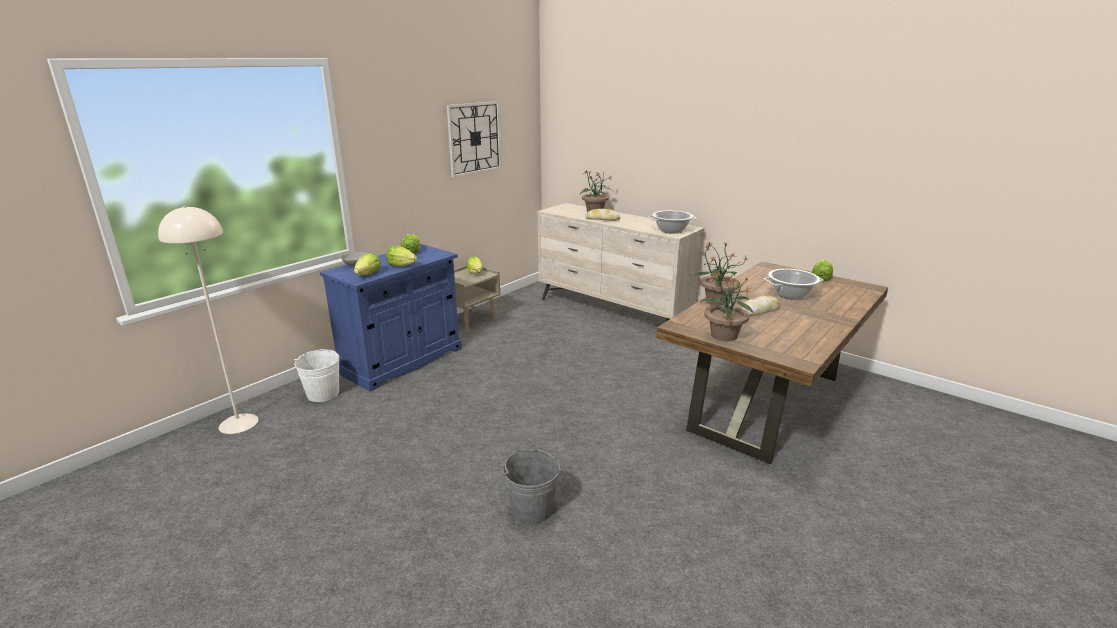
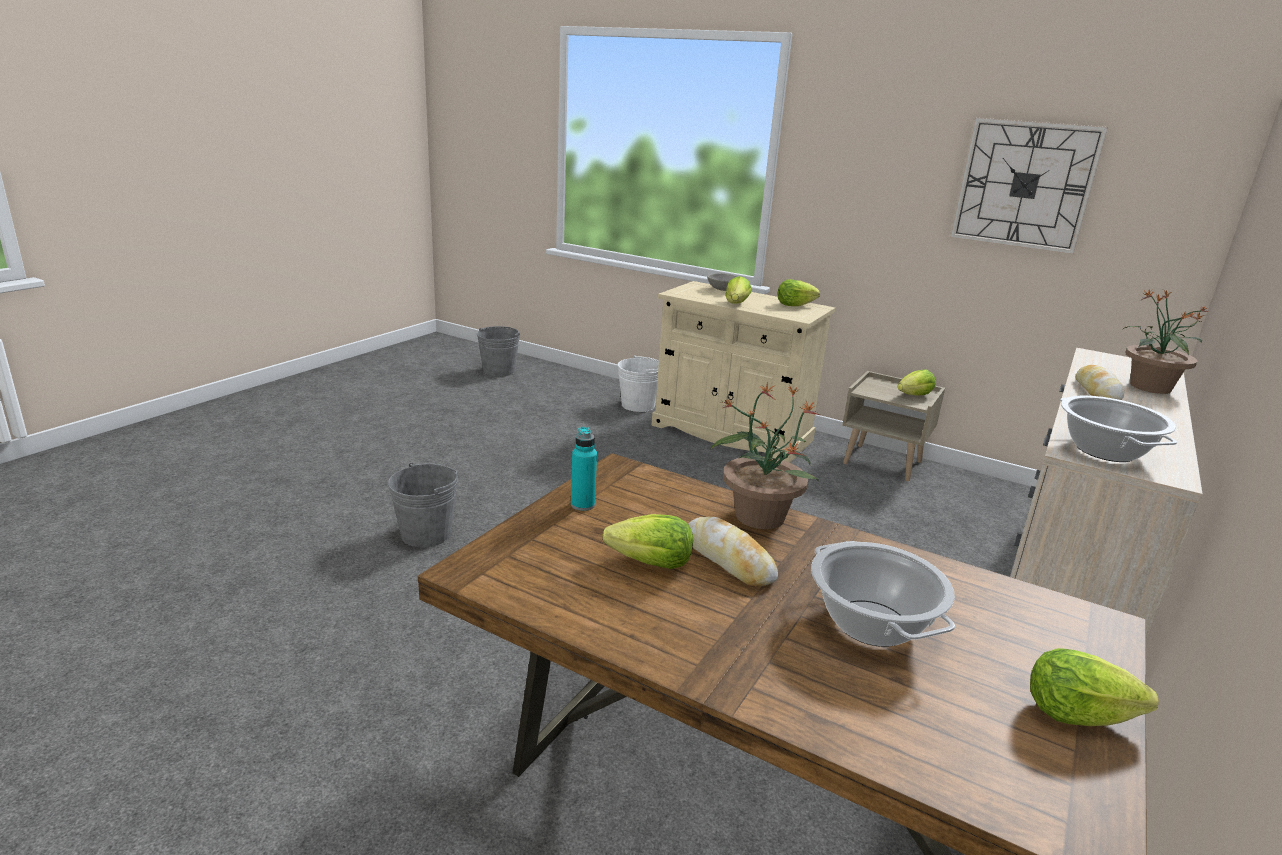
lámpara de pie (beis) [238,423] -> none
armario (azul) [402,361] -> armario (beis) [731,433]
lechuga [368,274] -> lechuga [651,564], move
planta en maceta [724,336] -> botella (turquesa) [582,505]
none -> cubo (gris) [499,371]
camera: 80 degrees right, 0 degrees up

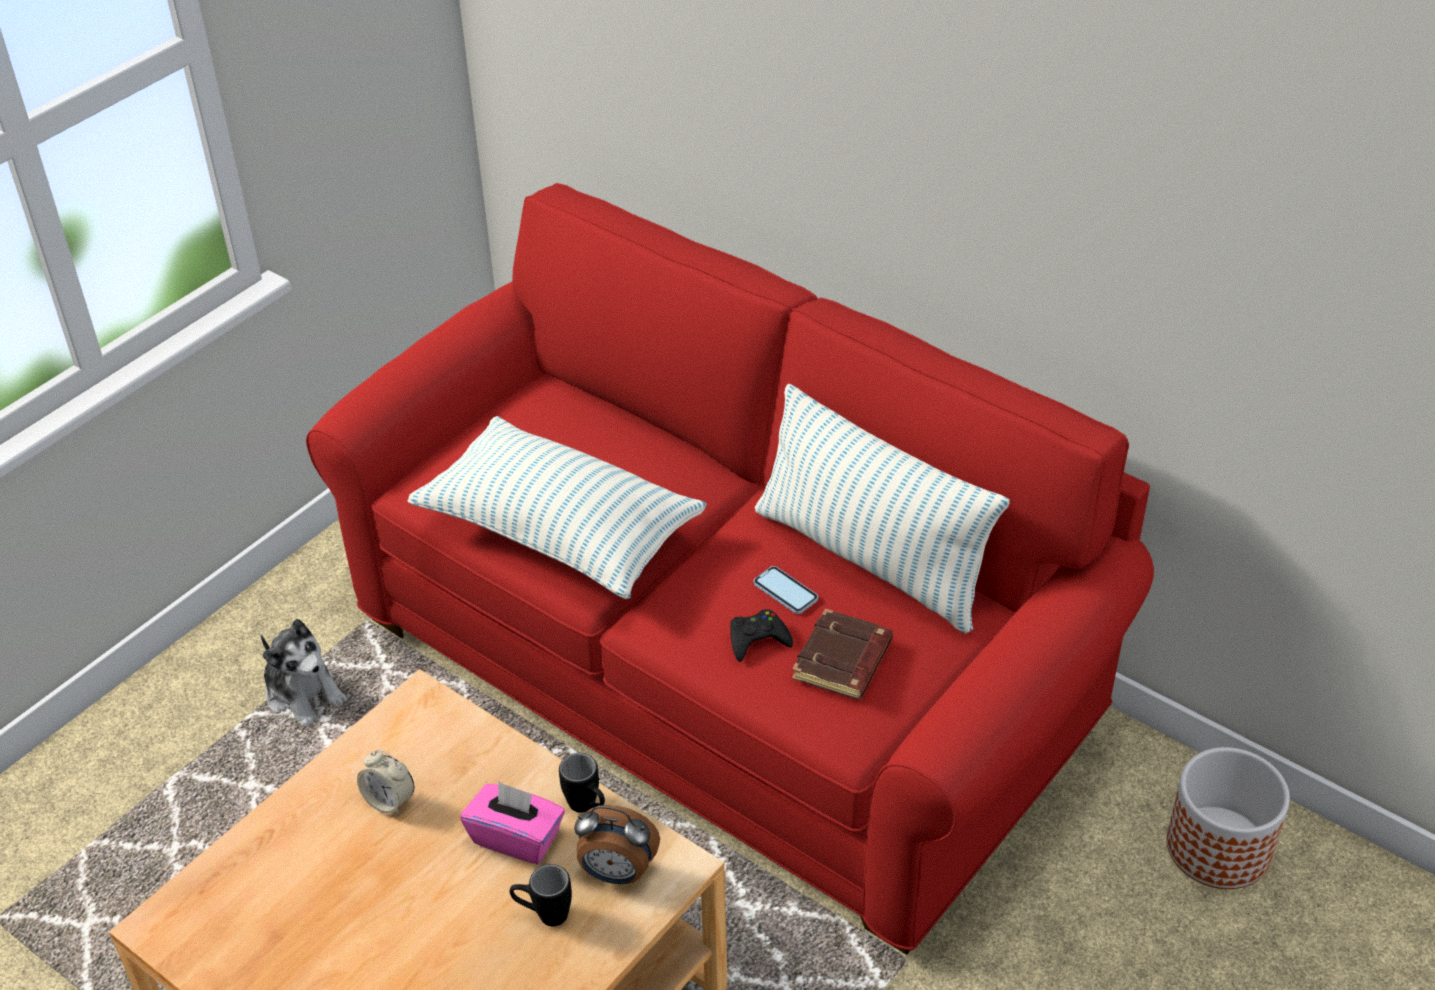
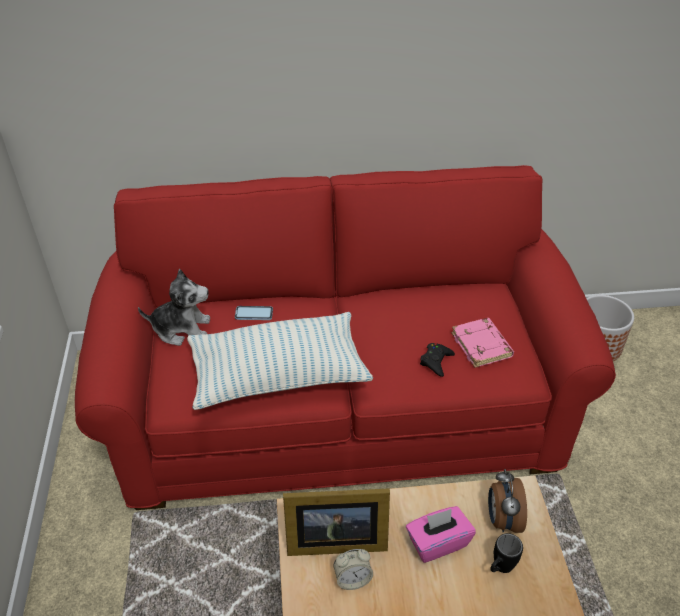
peluche [304,694] -> peluche [182,329], move
taza grande (negro) [587,807] -> none
despertador [617,873] -> despertador [502,519], 120 degrees clockwise
móvil [785,591] -> móvil [254,314], move
cojín [871,559] -> none
libro (marrón) [843,662] -> libro (rosa) [482,346]
none -> portarretratos [333,540]
camera: 45 degrees left, 0 degrees up

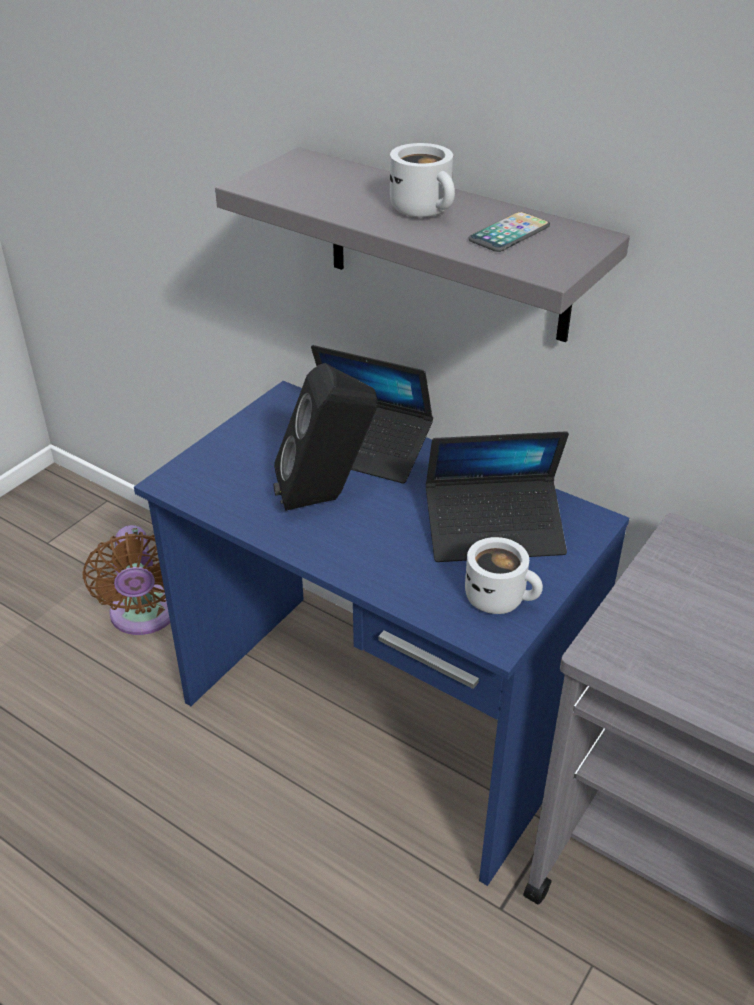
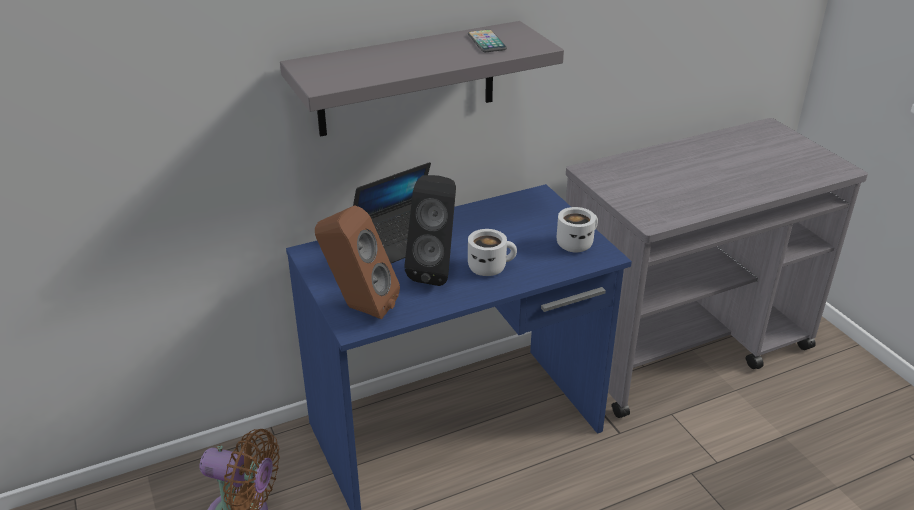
taza grande (blanco) [426,210] -> taza grande (blanco) [490,267], move
portátil [494,531] -> none
none -> altavoz (marrón) [358,308]
camera: 60 degrees left, 5 degrees down

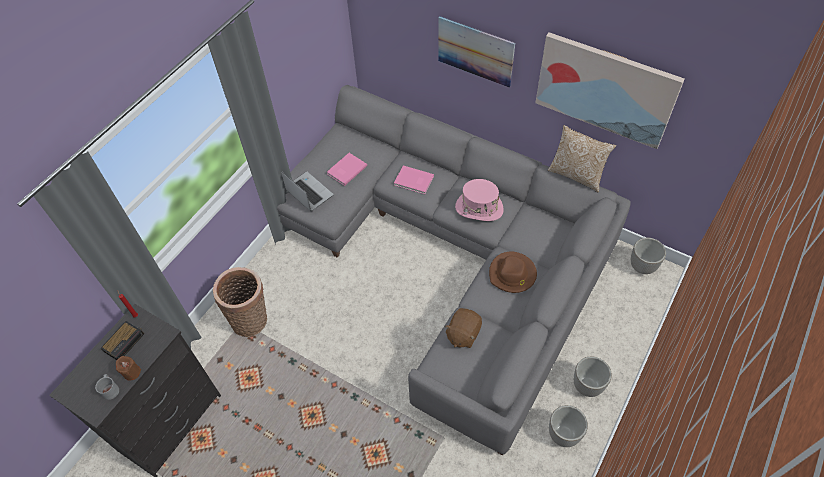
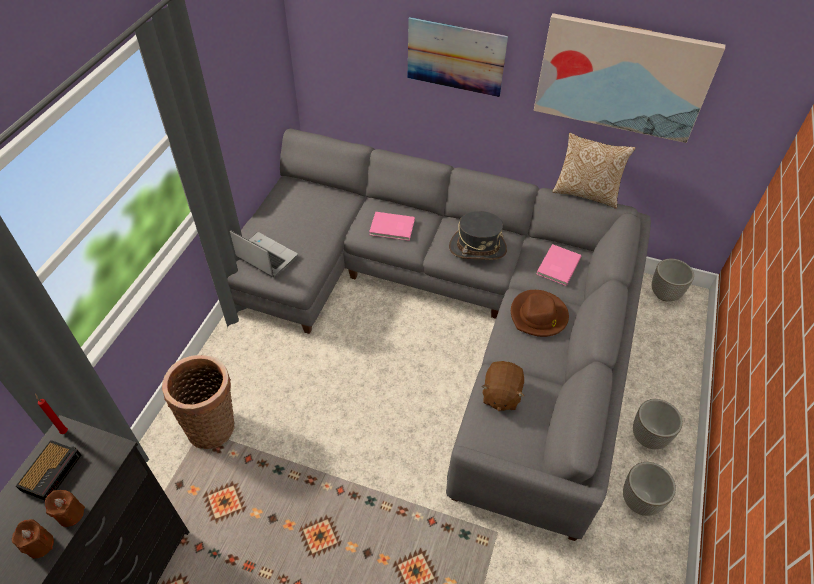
taza grande (gris) [110,389] -> vela (marrón) [40,545]
libro (rosa) [346,170] -> libro (rosa) [557,266], move
sombrero (rosa) [479,208] -> sombrero (gris) [477,248]
camera: 15 degrees left, 5 degrees down

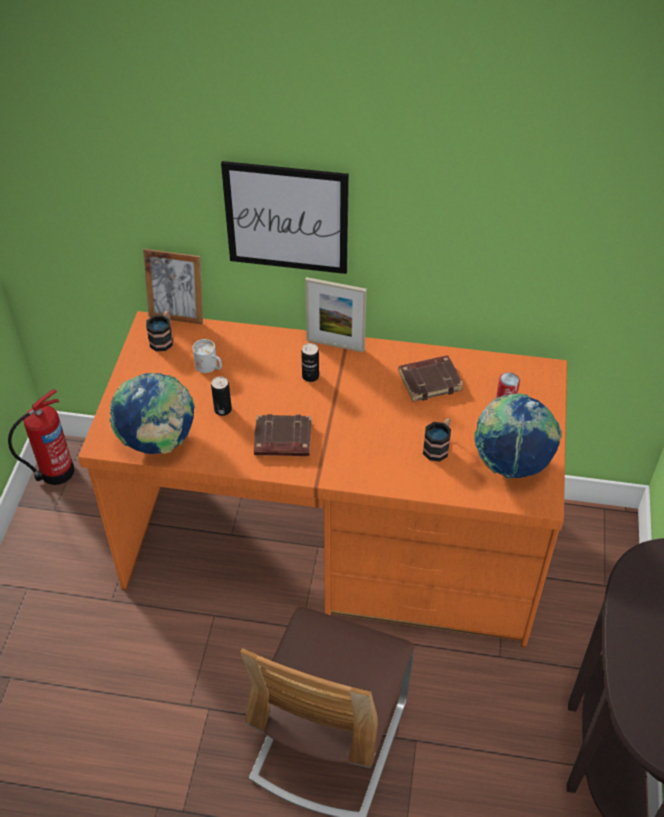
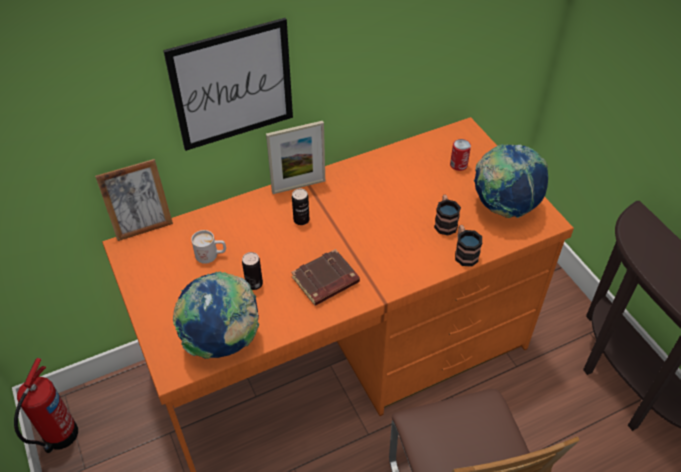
taza grande [163,339] -> taza grande [464,253], move
libro (marrón) [430,381] -> none
camera: 35 degrees left, 0 degrees up

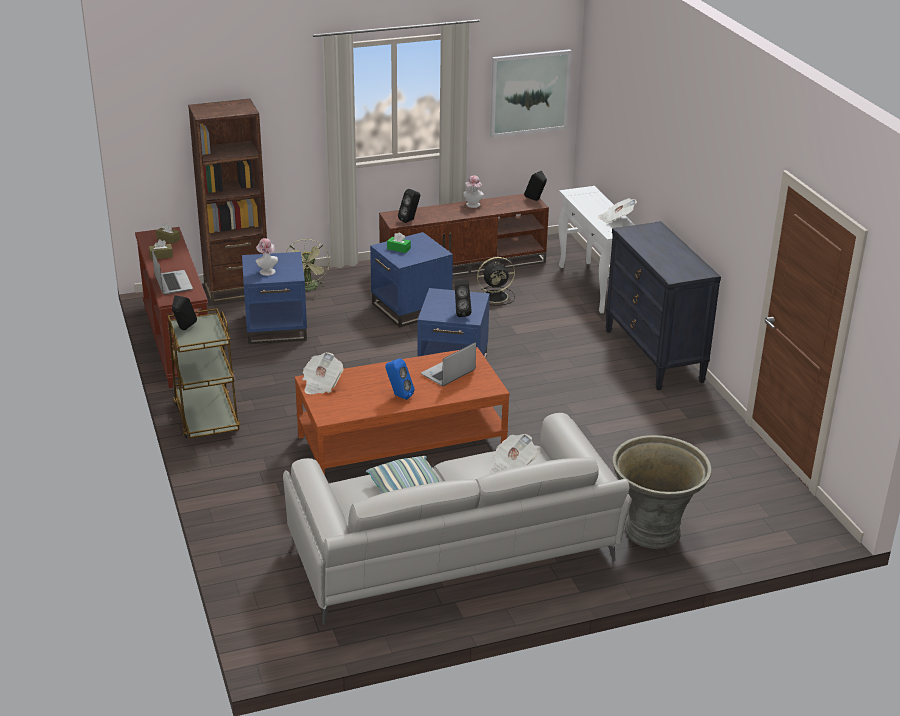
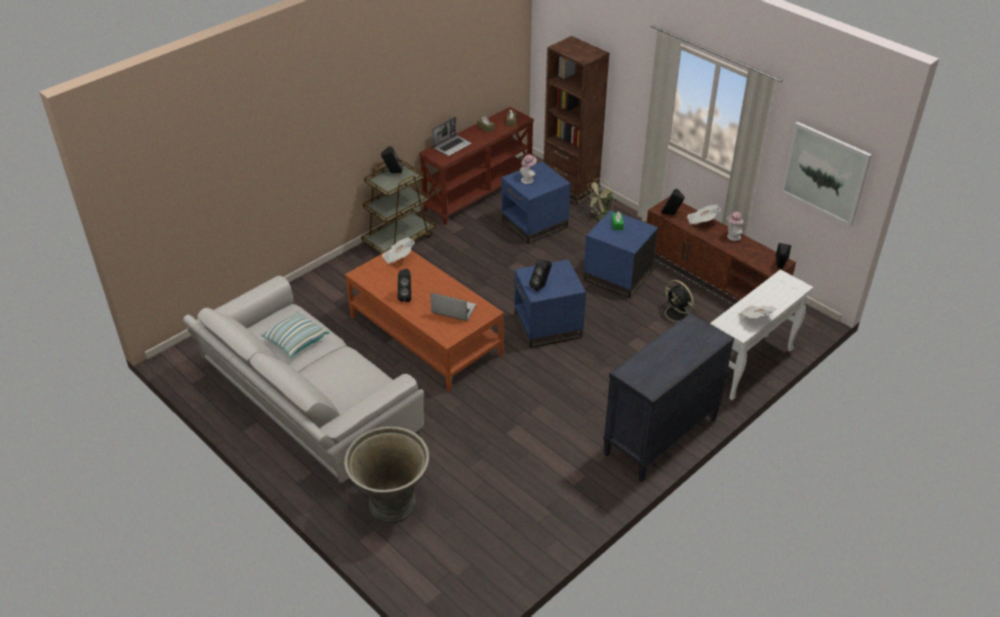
altavoz (azul) [398,396] -> altavoz (negro) [406,296]
periódico [512,467] -> periódico [701,221], move
camera: 65 degrees right, 10 degrees up

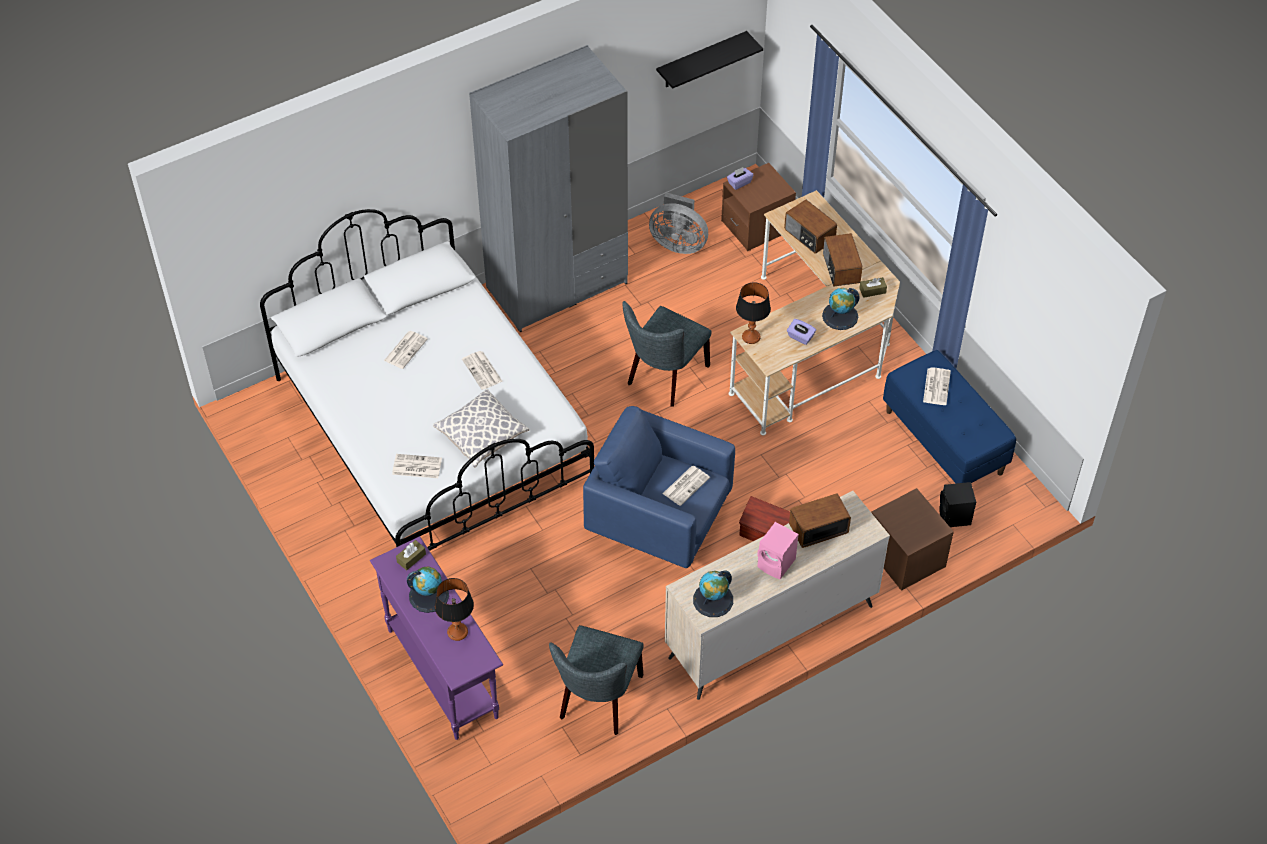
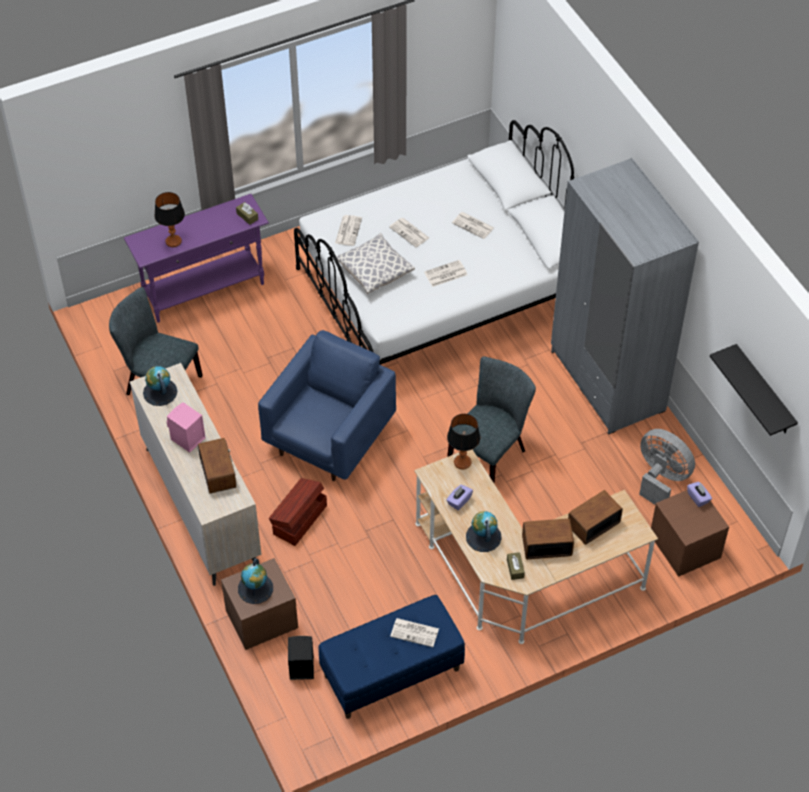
globo terráqueo [429,595] -> globo terráqueo [255,588], move
silla (gris) [664,377] -> silla (gris) [490,454], 90 degrees clockwise
ventilador (gris) [678,243] -> ventilador (gris) [661,478], 105 degrees clockwise
periódico [686,485] -> periódico [410,233], move
camera: 95 degrees right, 0 degrees up

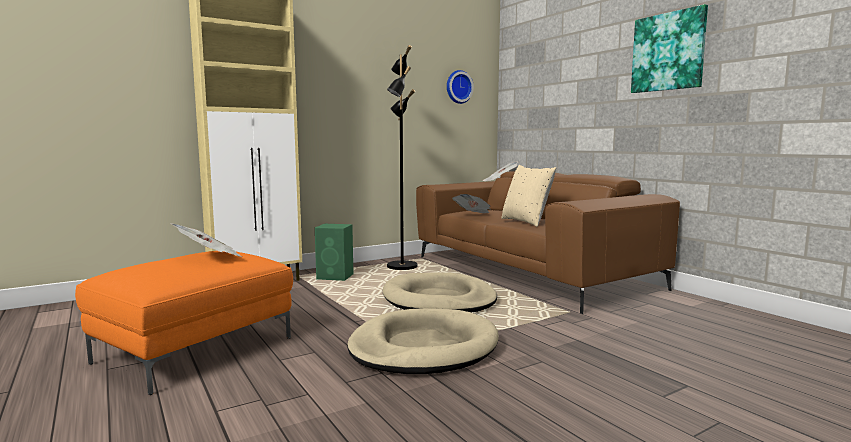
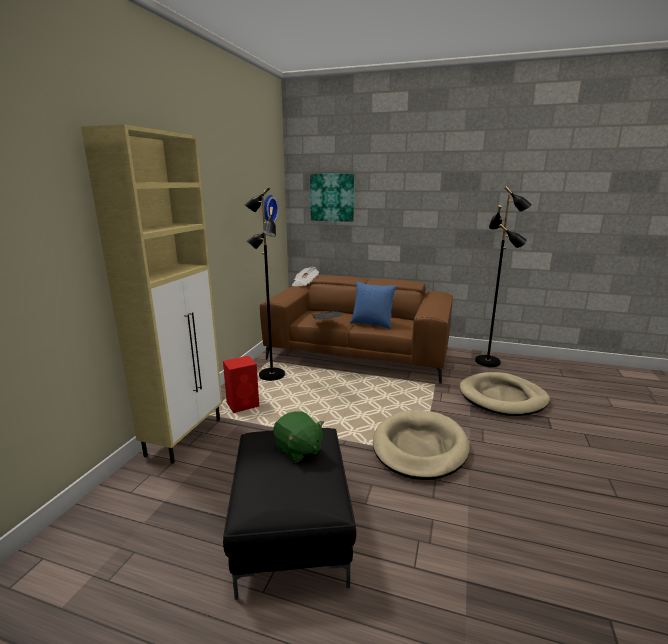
puf (naranja) [196,349] -> puf (negro) [290,529]
periódico [209,257] -> peluche (verde) [298,450]
altavoz (verde) [336,277] -> altavoz (rojo) [243,404]
cama para perro (beis) [439,299] -> cama para perro (beis) [502,397], move
cojín (beis) [526,222] -> cojín (azul) [372,324]
cuadro [668,52] -> cuadro [332,197], move
none -> lámpara de pie (negro) [488,361]
camera: 40 degrees left, 10 degrees up

